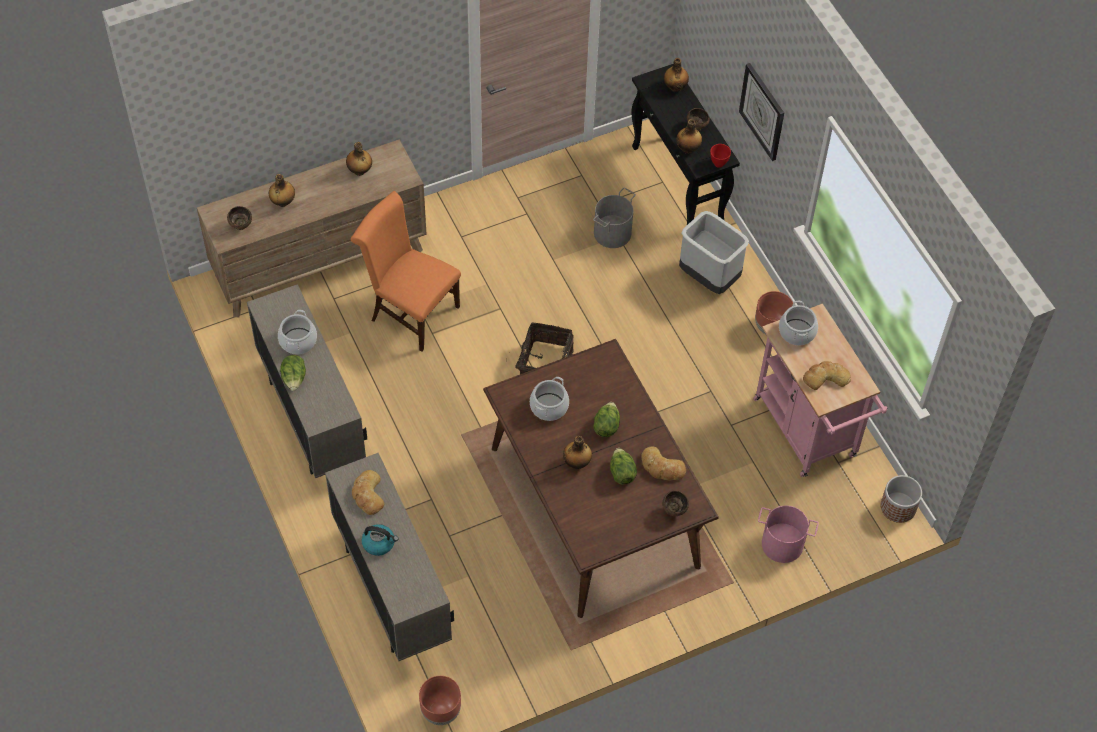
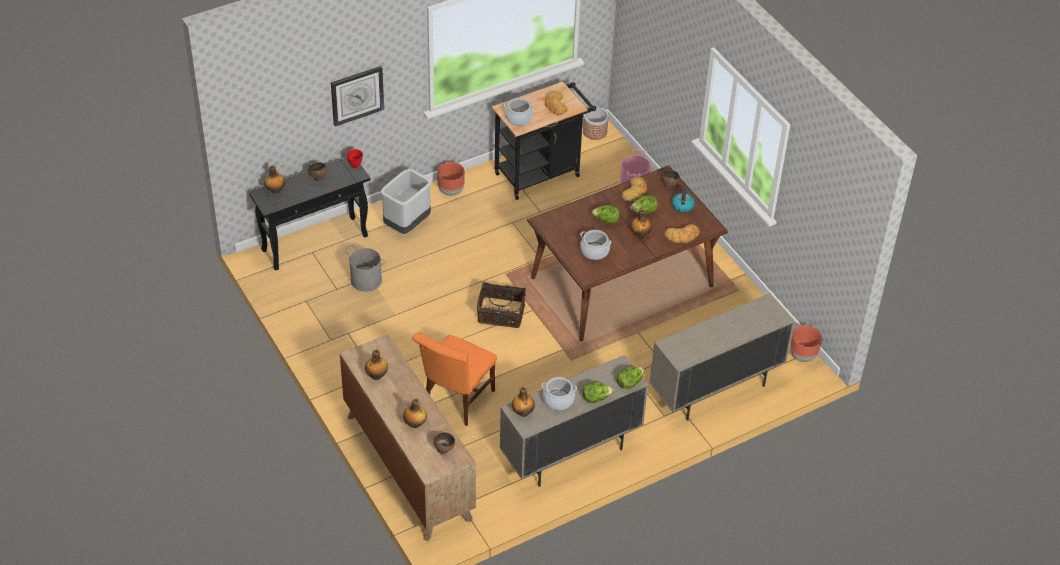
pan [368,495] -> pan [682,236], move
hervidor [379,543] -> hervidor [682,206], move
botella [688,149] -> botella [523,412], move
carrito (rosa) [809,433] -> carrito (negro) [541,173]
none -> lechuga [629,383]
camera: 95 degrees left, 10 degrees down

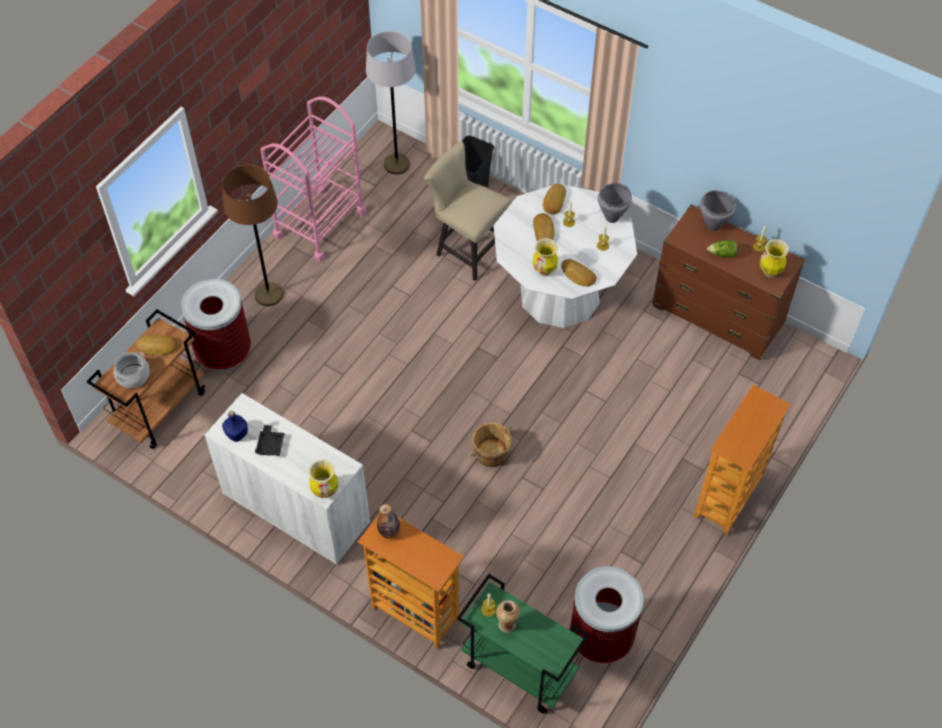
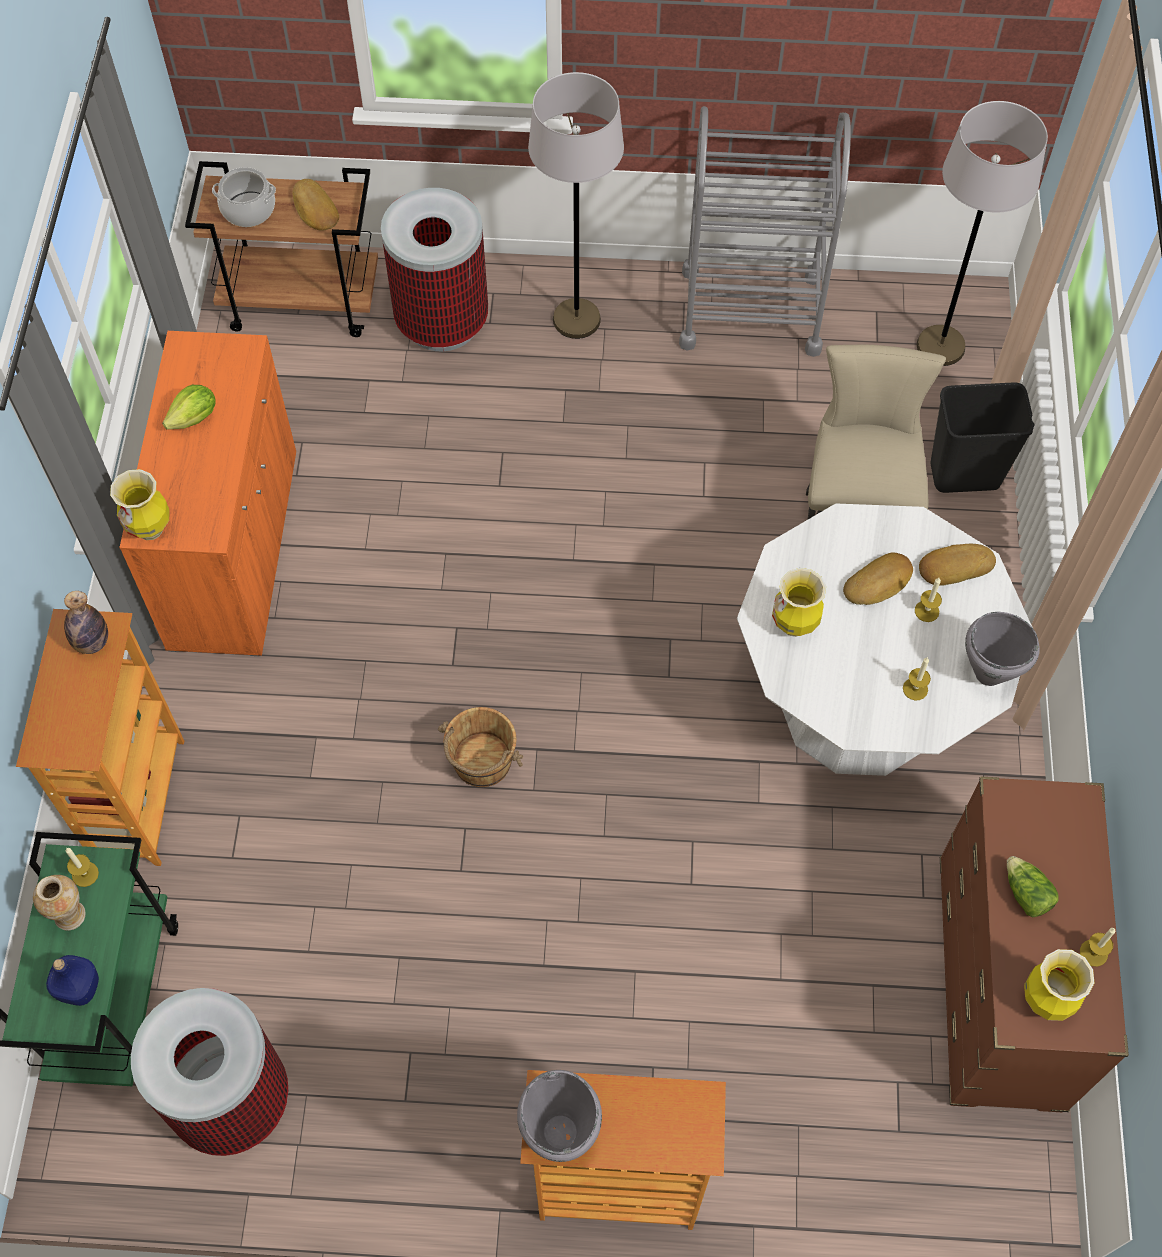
armario (blanco) [296,508] -> armario (naranja) [234,550]
lámpara de pie (marrón) [269,295] -> lámpara de pie (gris) [576,320]
botella (azul) [236,434] -> botella (azul) [79,988], move
bandeja (negro) [270,445] -> lechuga [195,418]
carrito (rosa) [319,223] -> carrito (gris) [750,311]
pan [578,275] -> none
olla (gris) [712,225] -> olla (gris) [560,1131], move
camera: 60 degrees right, 5 degrees up

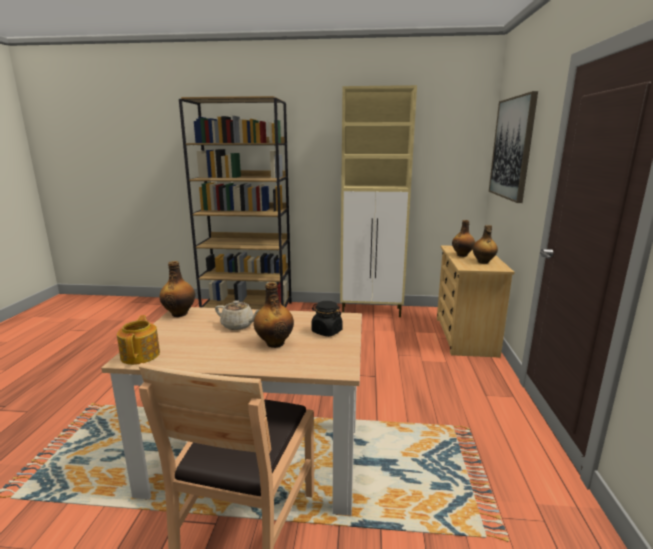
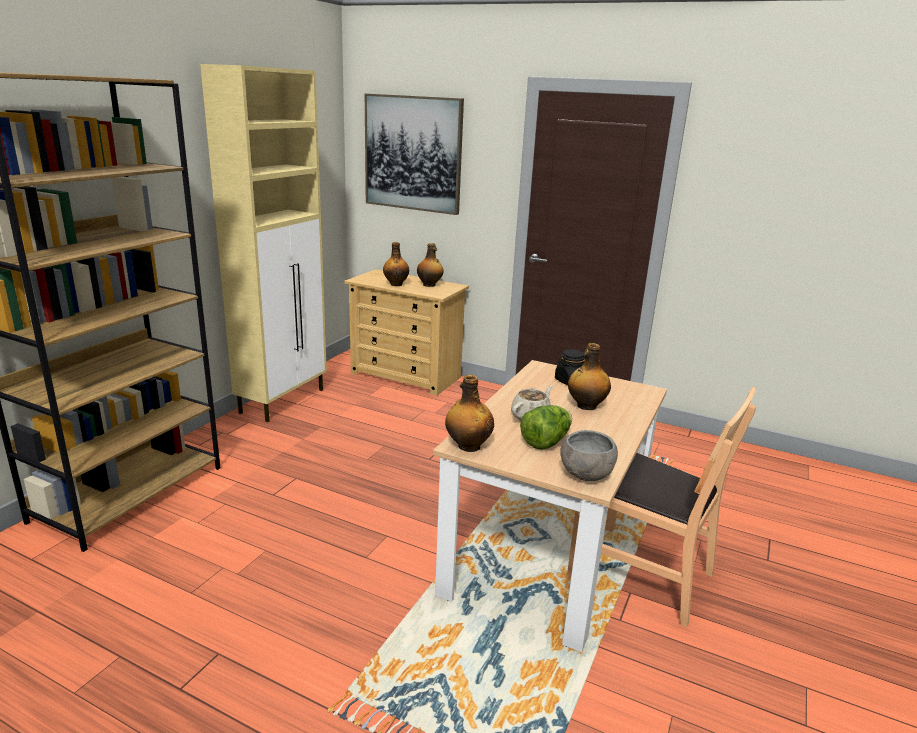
tetera [141,355] -> cuenco (gris) [587,475]
none -> lechuga [546,442]
camera: 70 degrees left, 5 degrees up

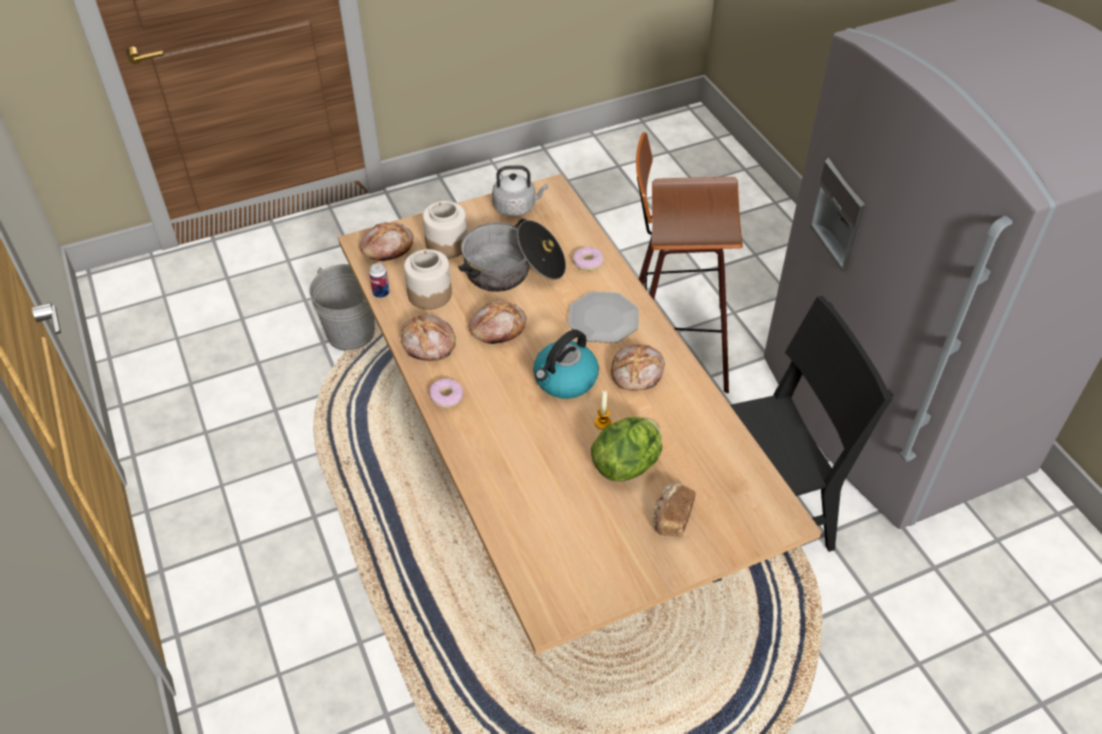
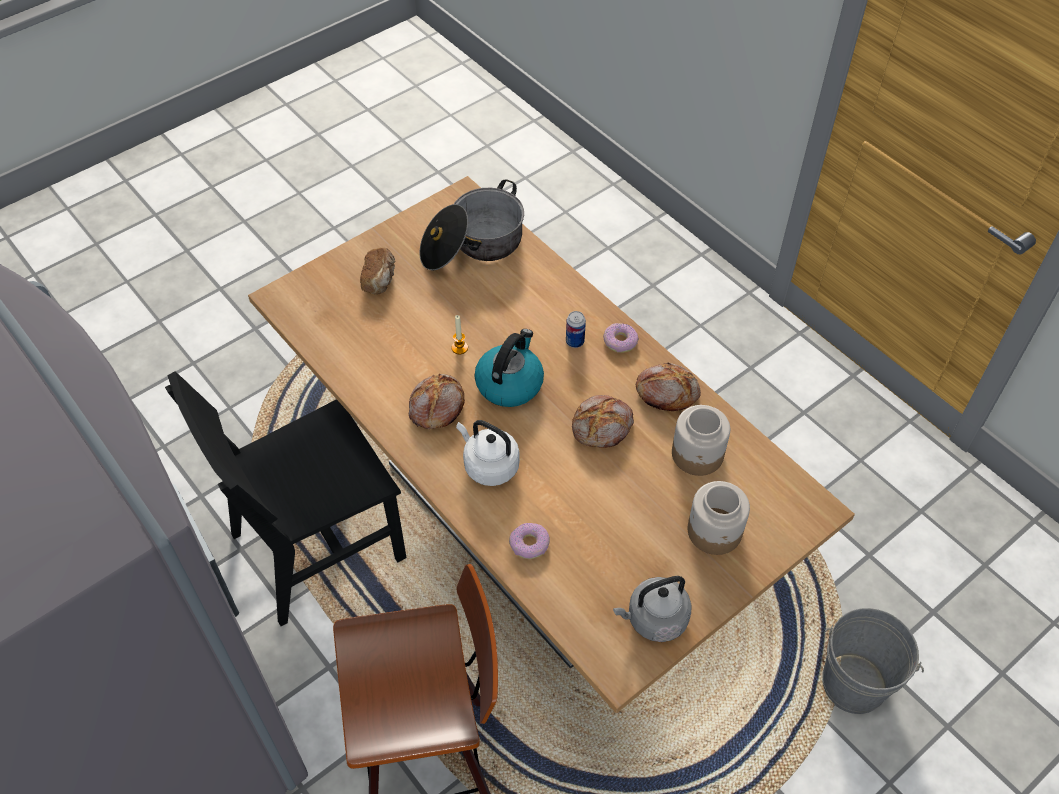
pan [387,248] -> none
lata [381,293] -> lata [575,341], move
olla [513,271] -> olla [473,245], move
plato [603,319] -> hervidor (blanco) [489,465]
lechuga [627,464] -> none
camera: 165 degrees right, 5 degrees up

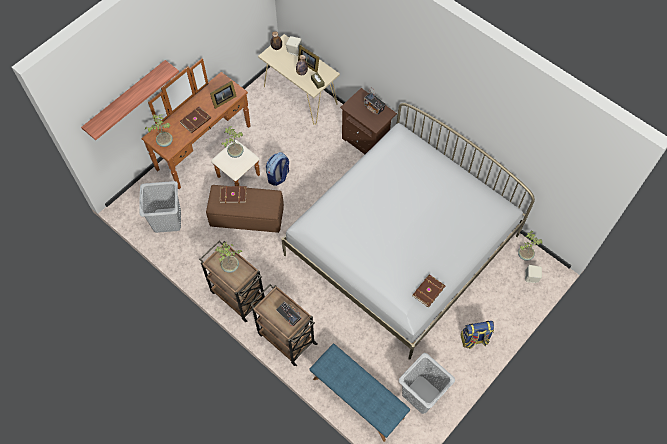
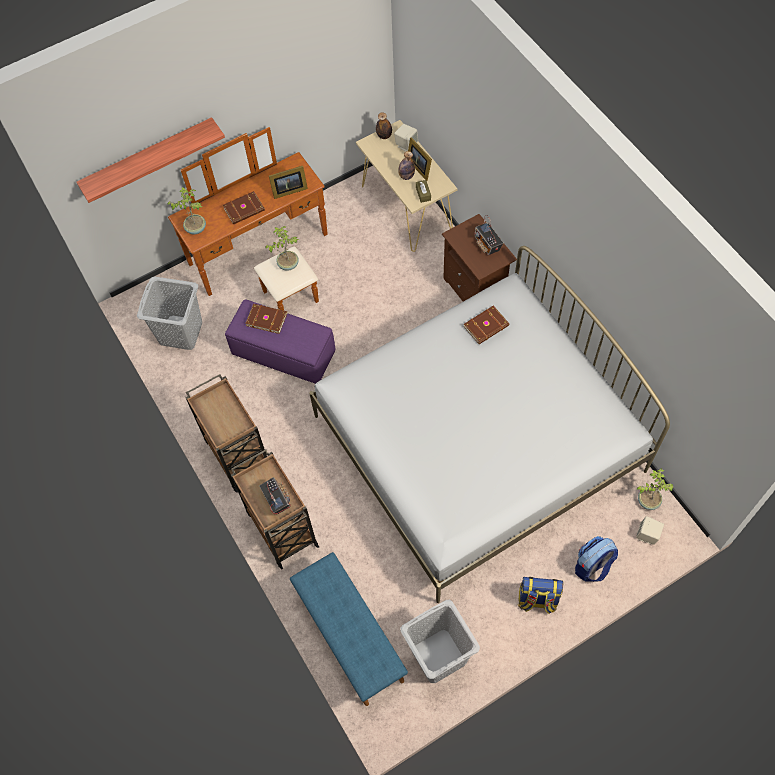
puf (marrón) [247,217] -> puf (morado) [284,354]
planta en maceta [230,267] -> none
mochila [278,176] -> mochila [592,566], move
libro (marrón) [429,291] -> libro (marrón) [487,326], move
camera: 20 degrees right, 0 degrees up

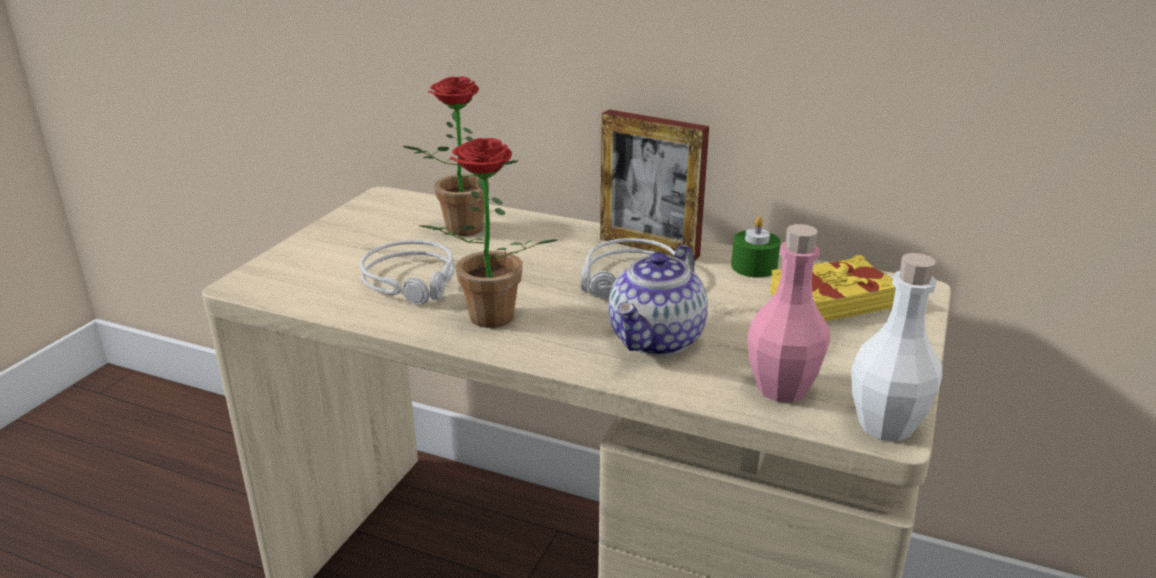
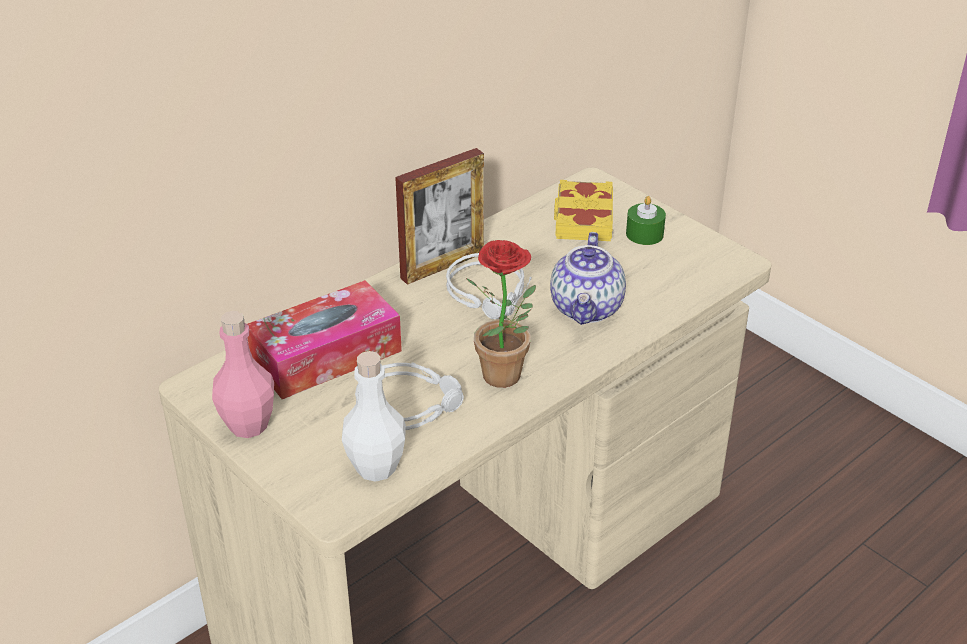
planta en maceta [460,231] -> caja de pañuelos [326,355]
tetera [657,340] -> tetera [587,308], 45 degrees clockwise
vela (verde) [754,267] -> vela (verde) [644,234], move
botella (rosa) [781,388] -> botella (rosa) [248,425], move
botella (blanco) [885,425] -> botella (blanco) [376,467], move
camera: 65 degrees left, 10 degrees up

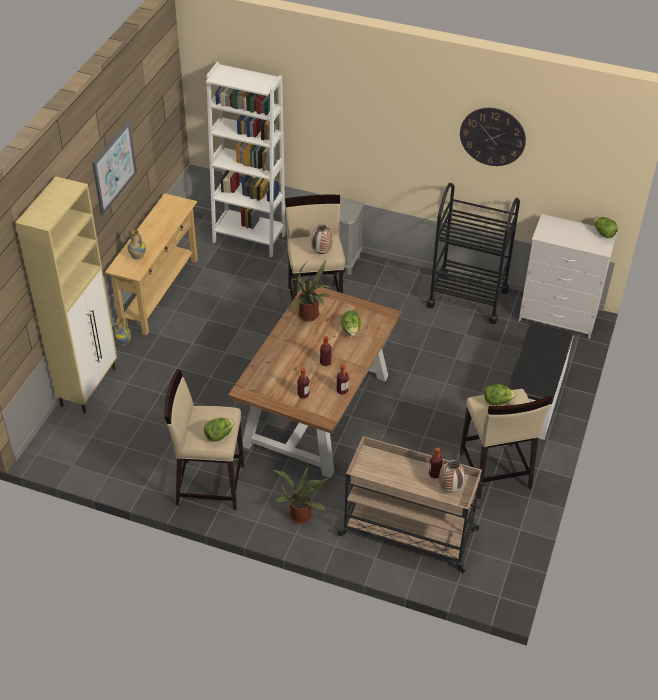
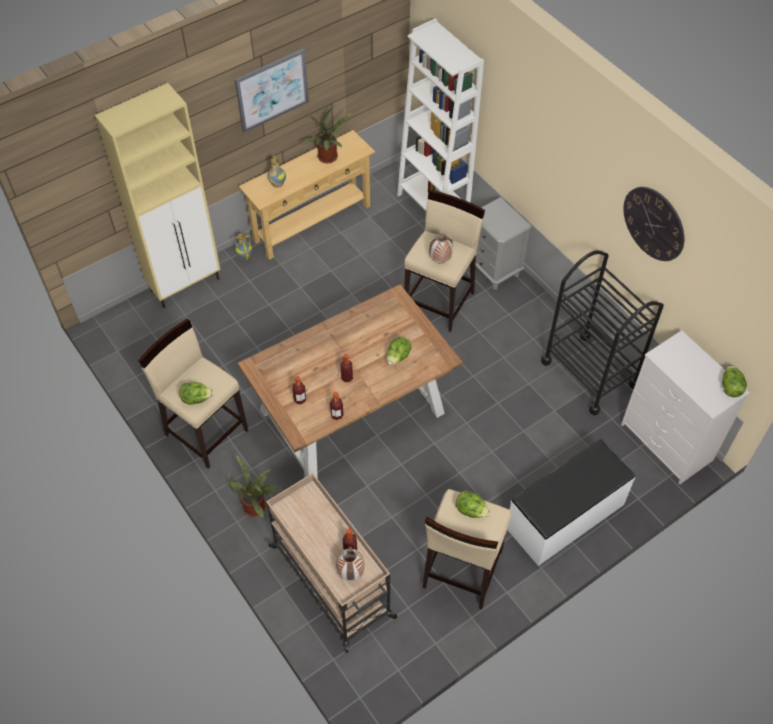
planta en maceta [310,316] -> planta en maceta [328,158], move
camera: 35 degrees right, 10 degrees up

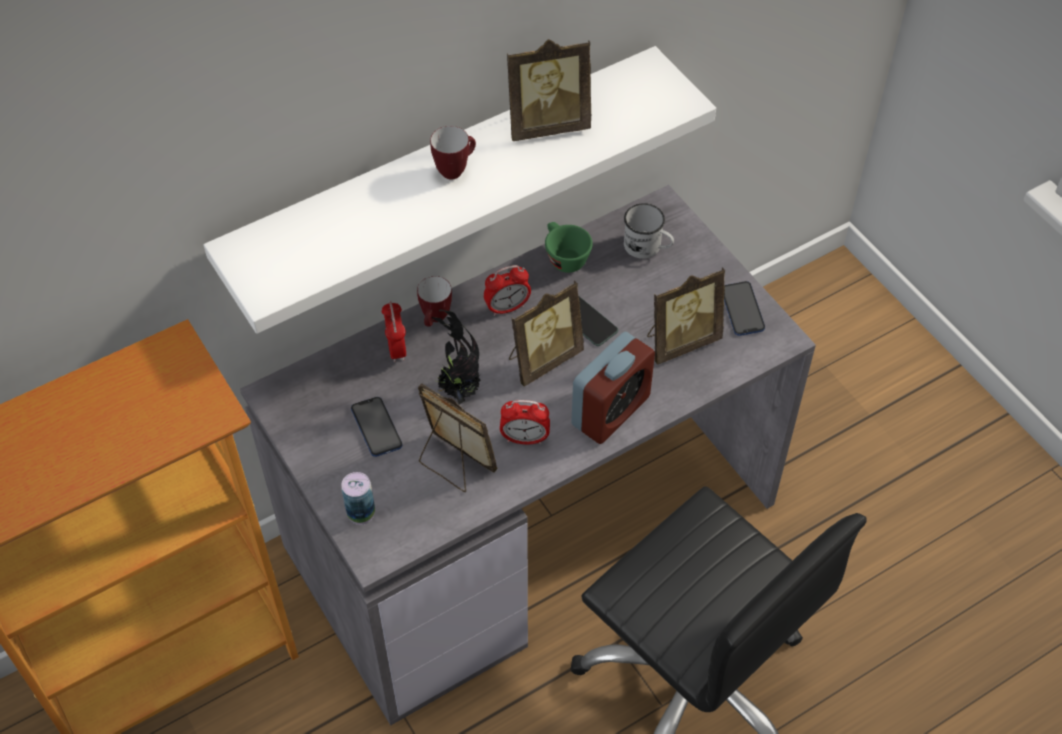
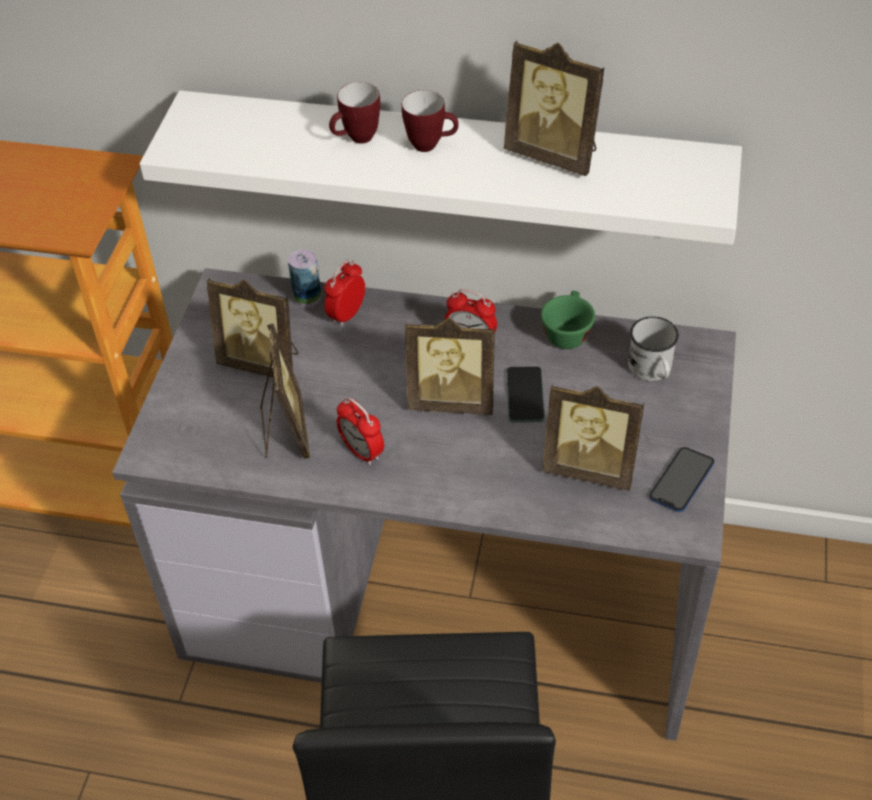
lata [361,513] -> lata [307,298], move
móvil [376,427] -> portarretratos [262,362]
taza grande [435,319] -> taza grande [356,140], move
planta en maceta [457,390] -> none
despertador [610,411] -> none
camera: 45 degrees right, 5 degrees down

